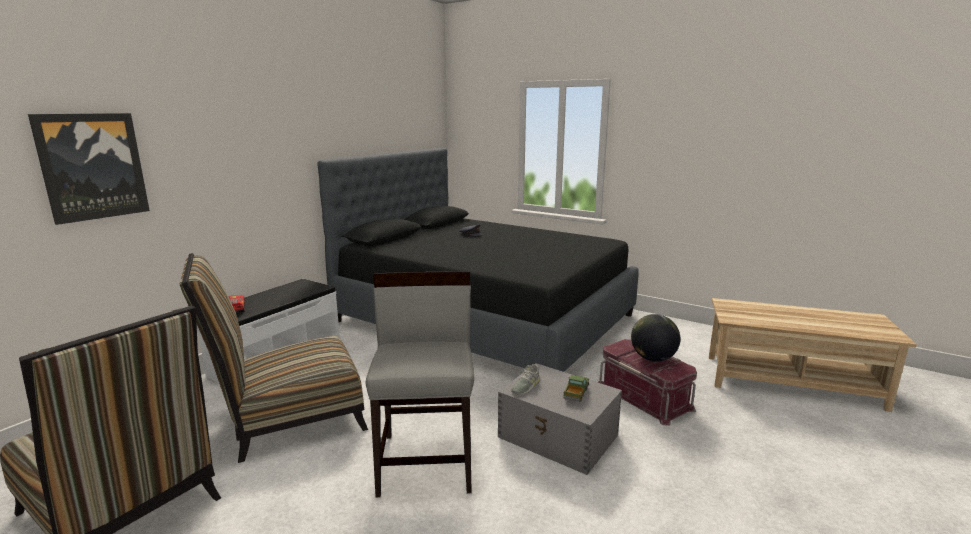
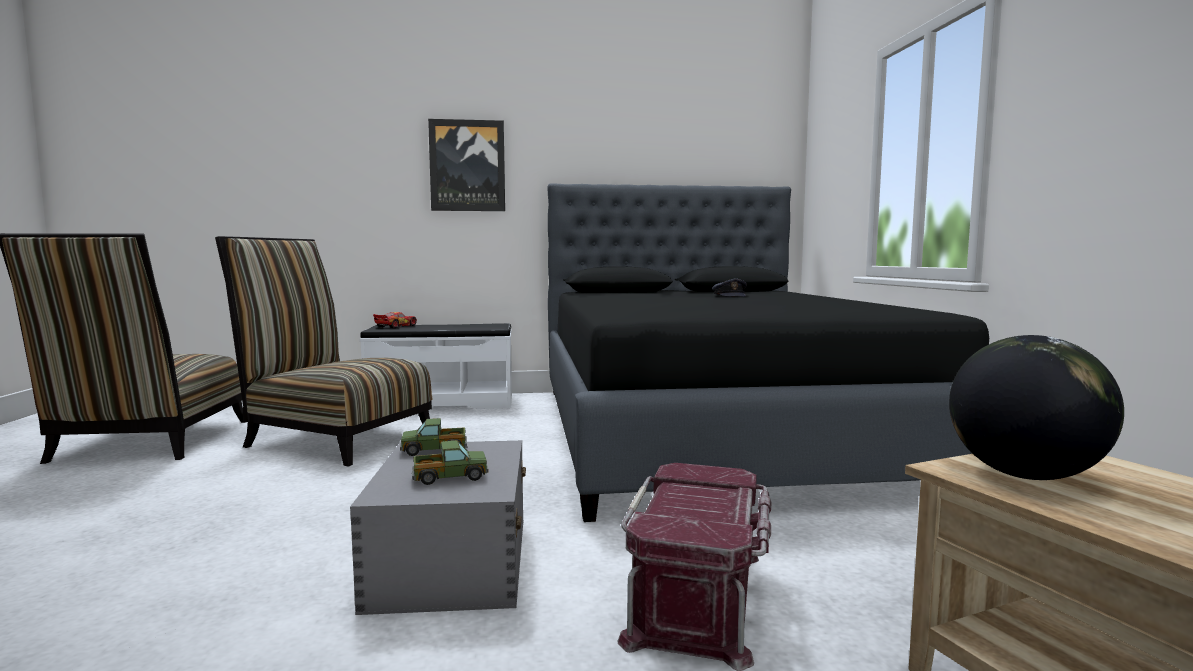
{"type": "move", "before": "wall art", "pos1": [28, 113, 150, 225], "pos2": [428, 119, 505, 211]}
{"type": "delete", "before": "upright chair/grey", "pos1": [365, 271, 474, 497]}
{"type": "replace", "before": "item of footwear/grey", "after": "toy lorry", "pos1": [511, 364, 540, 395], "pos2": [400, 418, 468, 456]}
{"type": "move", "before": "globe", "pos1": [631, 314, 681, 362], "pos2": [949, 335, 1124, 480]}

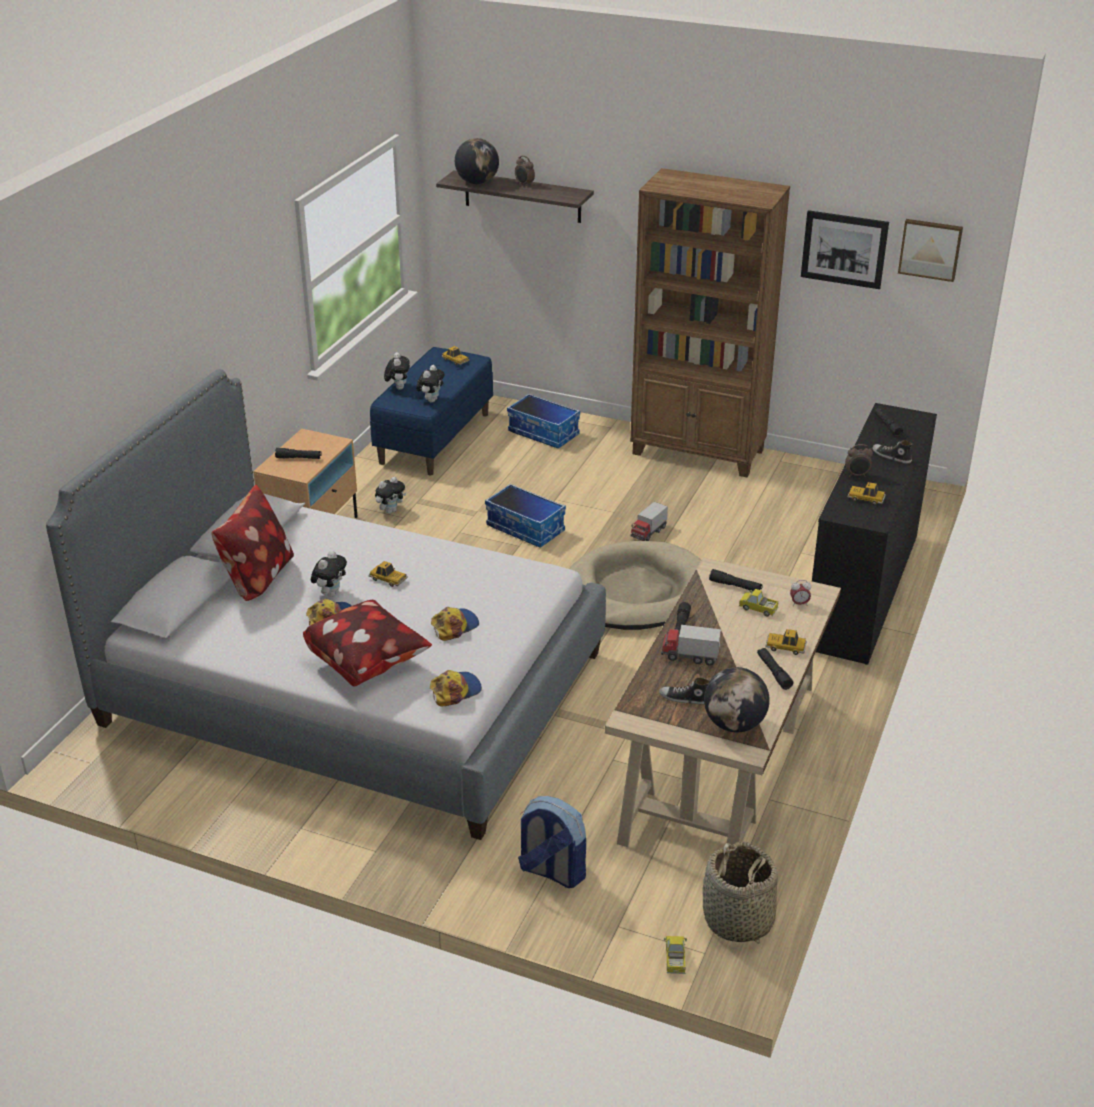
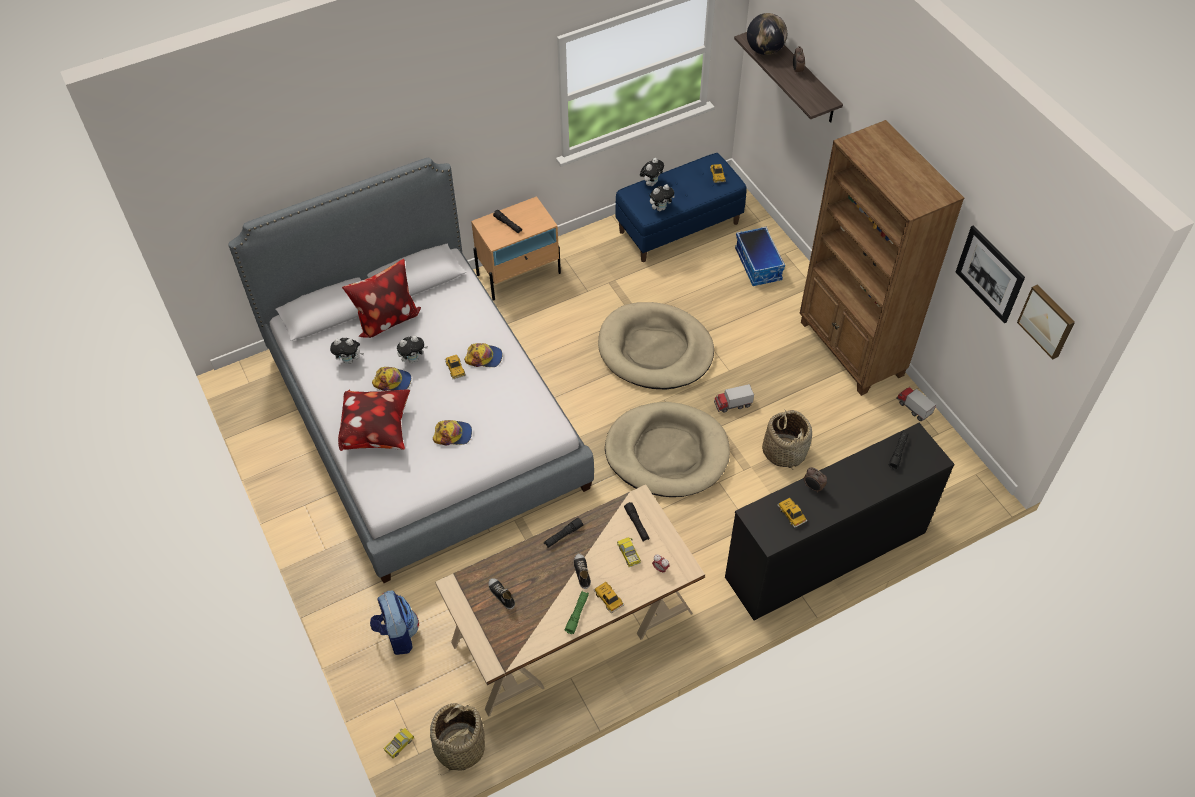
{"type": "move", "before": "cuddly toy", "pos1": [375, 477, 406, 514], "pos2": [330, 338, 364, 364]}
{"type": "move", "before": "baseball cap", "pos1": [430, 670, 482, 707], "pos2": [464, 343, 503, 367]}
{"type": "replace", "before": "storage container", "after": "dog bed/sand-coloured", "pos1": [485, 483, 566, 548], "pos2": [598, 302, 714, 390]}
{"type": "move", "before": "toy lorry", "pos1": [661, 625, 721, 666], "pos2": [896, 387, 936, 421]}
{"type": "delete", "before": "globe", "pos1": [704, 667, 770, 732]}
{"type": "recolor", "before": "torch/black", "after": "torch/greenish", "pos1": [757, 648, 794, 690], "pos2": [565, 591, 589, 634]}
{"type": "move", "before": "item of footwear", "pos1": [872, 440, 912, 464], "pos2": [574, 553, 591, 589]}
{"type": "insert", "after": "basket", "pos2": [762, 410, 812, 470]}

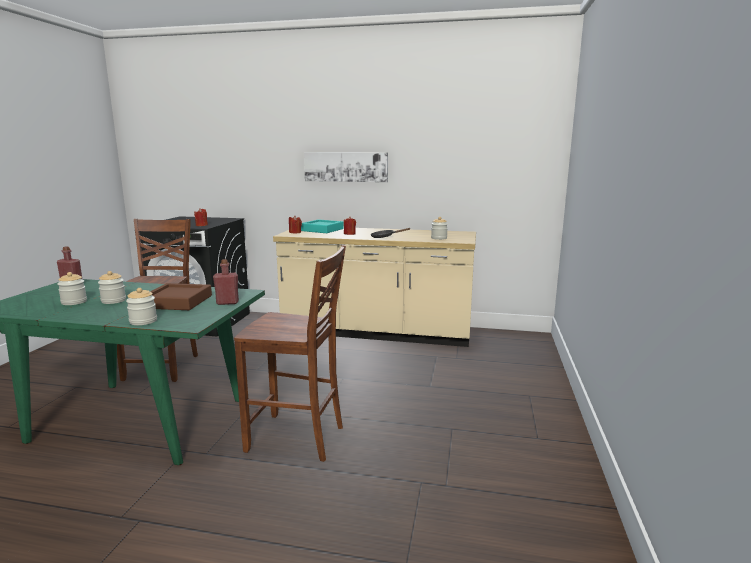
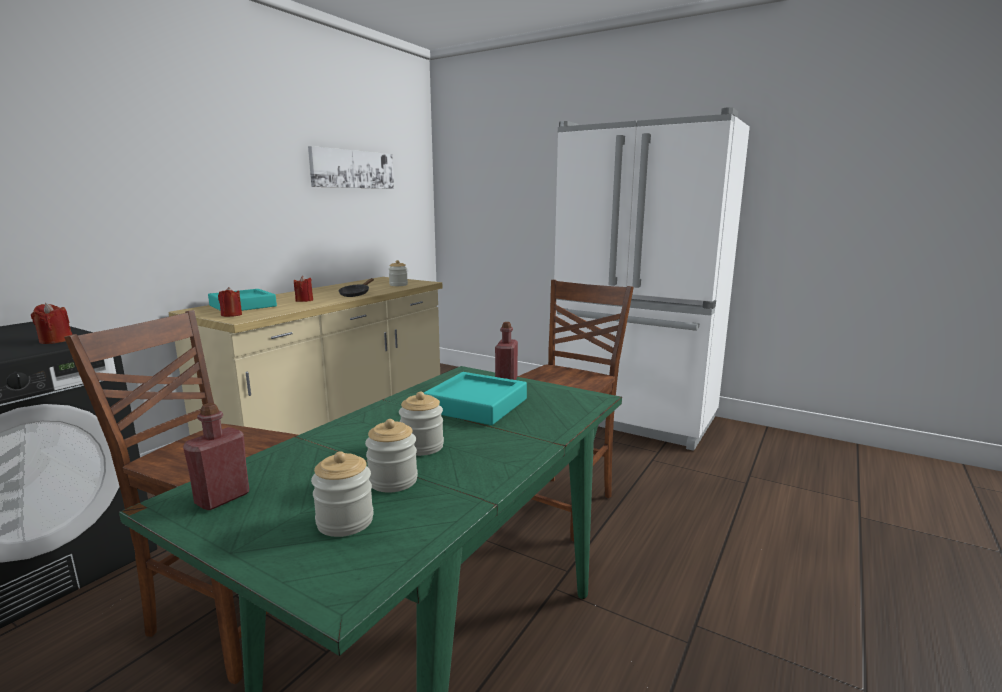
{"type": "move", "before": "storage jar", "pos1": [126, 288, 157, 325], "pos2": [311, 451, 374, 537]}
{"type": "recolor", "before": "tray/brownish", "after": "tray/turquoise", "pos1": [150, 283, 212, 310], "pos2": [424, 372, 527, 425]}
{"type": "move", "before": "wall art", "pos1": [304, 152, 388, 182], "pos2": [308, 146, 394, 189]}
{"type": "insert", "after": "refrigerator/white-coloured", "pos2": [554, 107, 750, 451]}

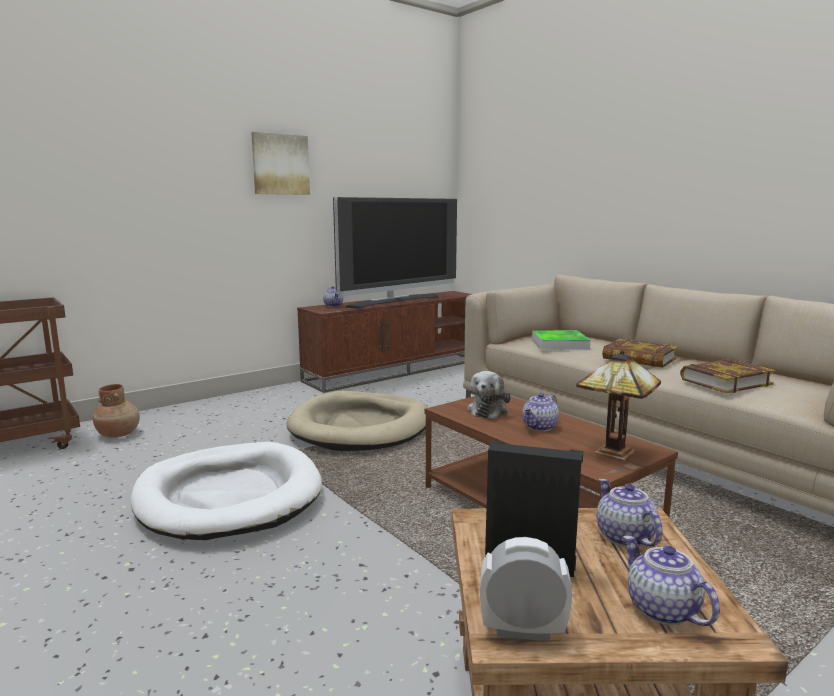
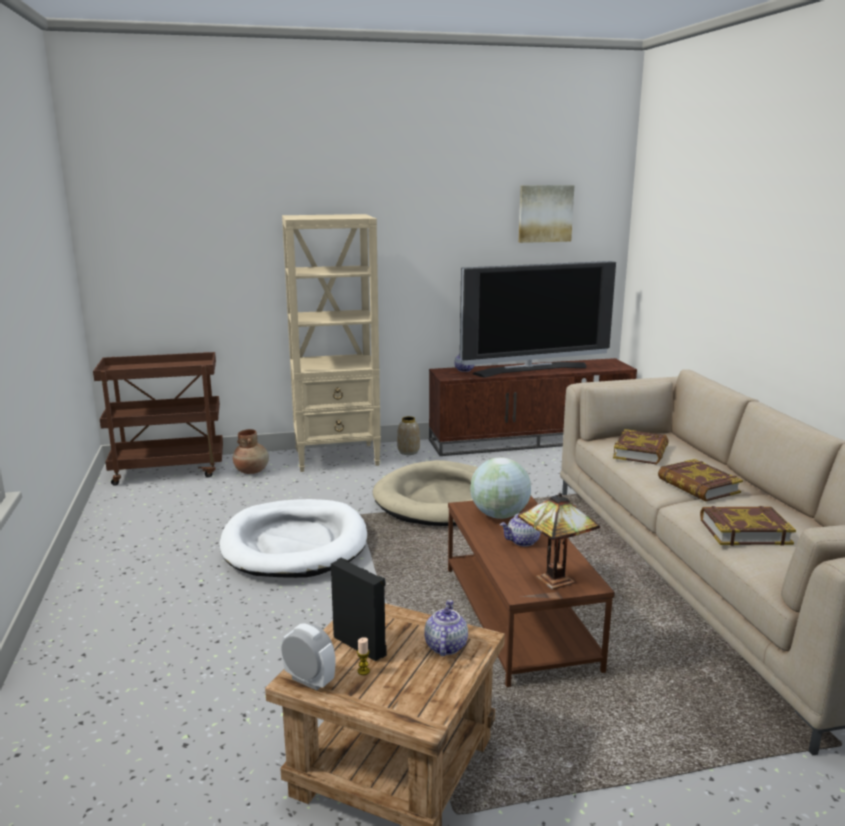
{"type": "move", "before": "wall art", "pos1": [251, 132, 310, 195], "pos2": [518, 185, 574, 243]}
{"type": "replace", "before": "cuddly toy", "after": "globe", "pos1": [468, 371, 511, 419], "pos2": [470, 457, 531, 519]}
{"type": "replace", "before": "tray", "after": "book", "pos1": [532, 330, 591, 350], "pos2": [613, 429, 668, 465]}
{"type": "delete", "before": "pot for tea", "pos1": [623, 536, 720, 626]}
{"type": "insert", "after": "shelving unit/sand-coloured", "pos2": [282, 214, 381, 472]}
{"type": "insert", "after": "wax light", "pos2": [357, 637, 370, 675]}
{"type": "insert", "after": "decorative vase", "pos2": [397, 416, 420, 455]}

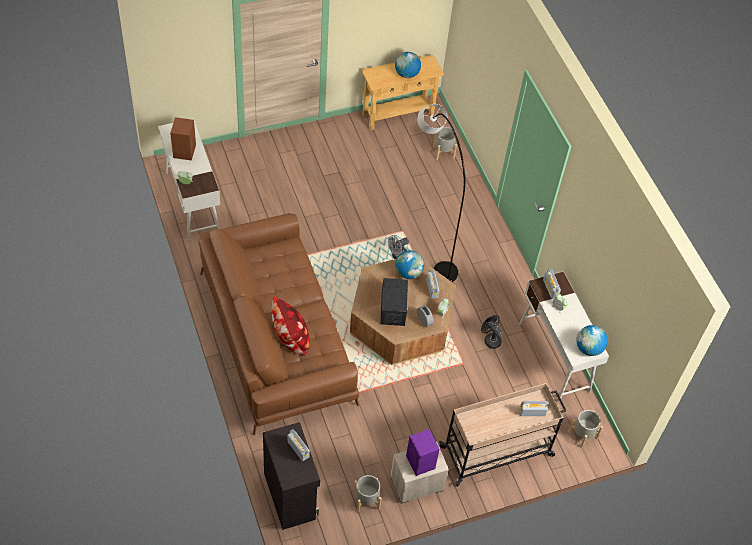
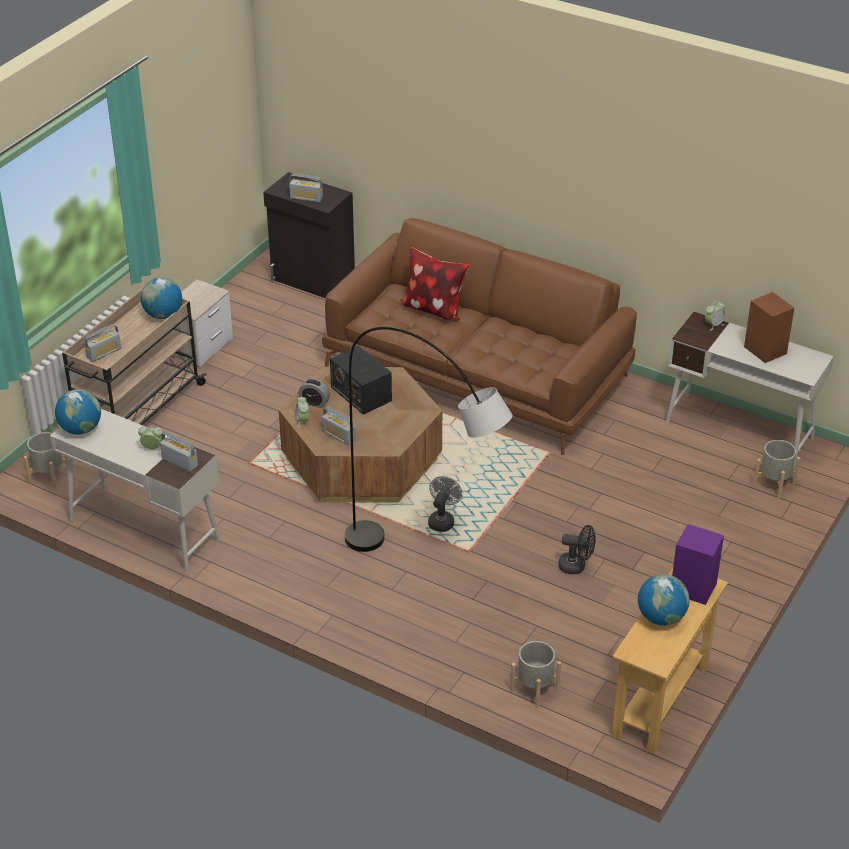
{"type": "move", "before": "flower pot/grey", "pos1": [354, 475, 381, 512], "pos2": [753, 440, 800, 499]}
{"type": "move", "before": "globe", "pos1": [395, 250, 424, 279], "pos2": [141, 278, 182, 319]}
{"type": "move", "before": "loudspeaker/purple", "pos1": [406, 429, 440, 476], "pos2": [672, 524, 724, 605]}
{"type": "move", "before": "cooling fan/black", "pos1": [481, 315, 503, 349], "pos2": [558, 525, 596, 574]}

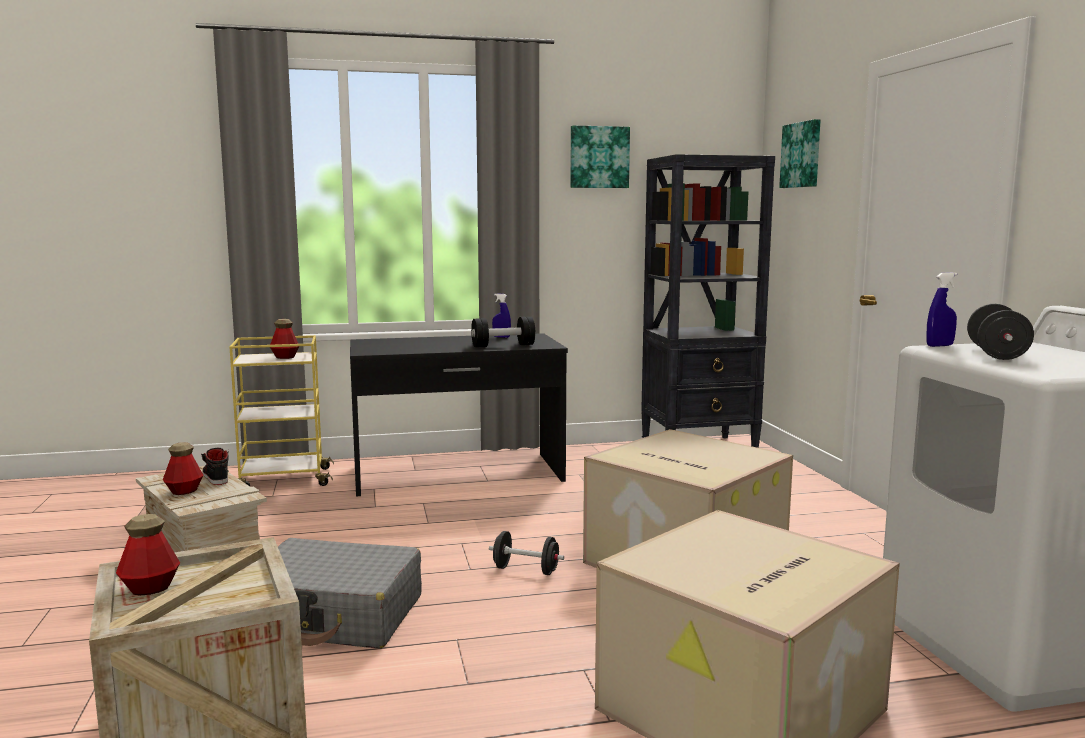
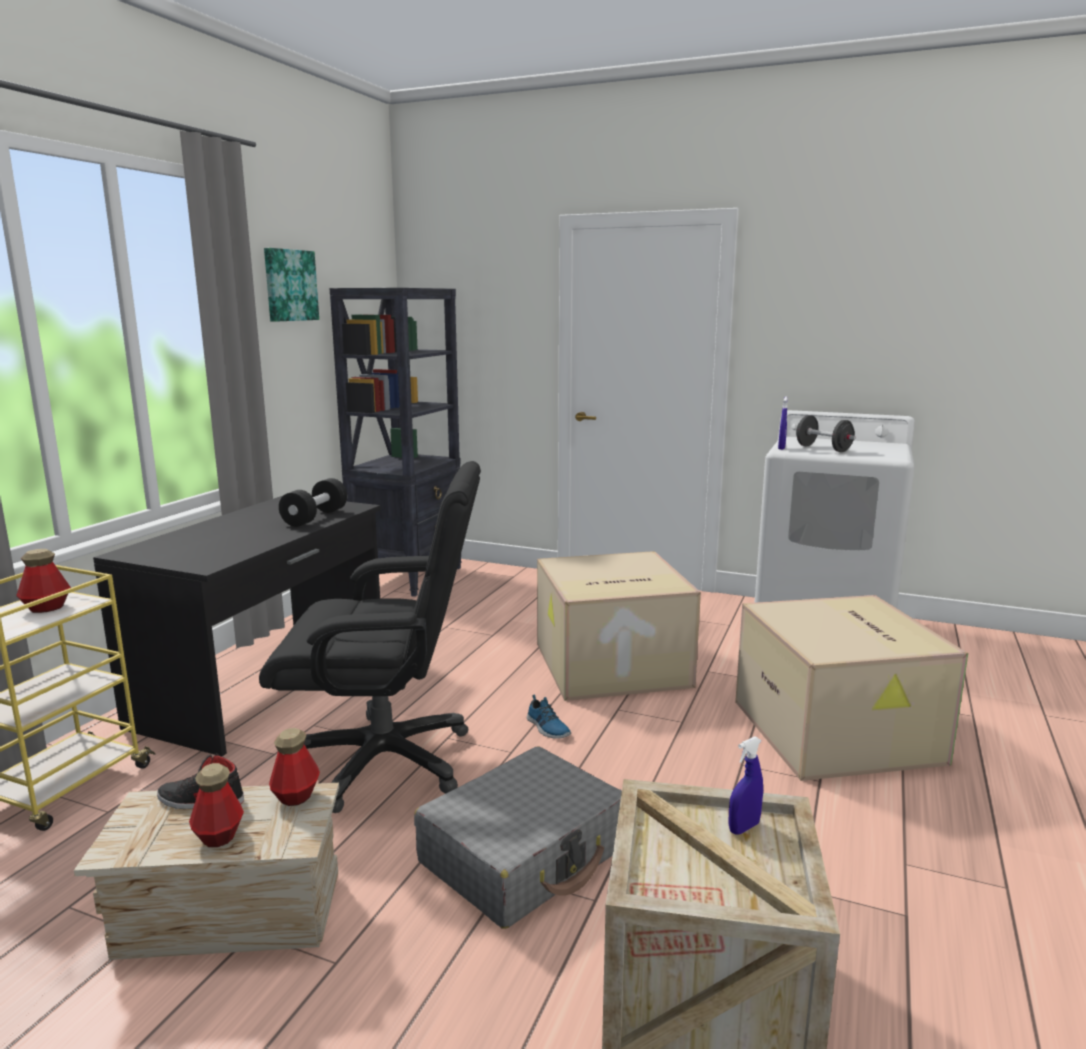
{"type": "move", "before": "beverage bottle", "pos1": [116, 514, 180, 595], "pos2": [269, 728, 320, 806]}
{"type": "replace", "before": "free weight/black", "after": "item of footwear", "pos1": [489, 531, 564, 575], "pos2": [527, 695, 571, 738]}
{"type": "move", "before": "sprayer/bluish", "pos1": [492, 293, 511, 338], "pos2": [728, 736, 763, 835]}
{"type": "delete", "before": "wall art", "pos1": [779, 119, 821, 188]}
{"type": "insert", "after": "office chair/black", "pos2": [259, 461, 481, 813]}

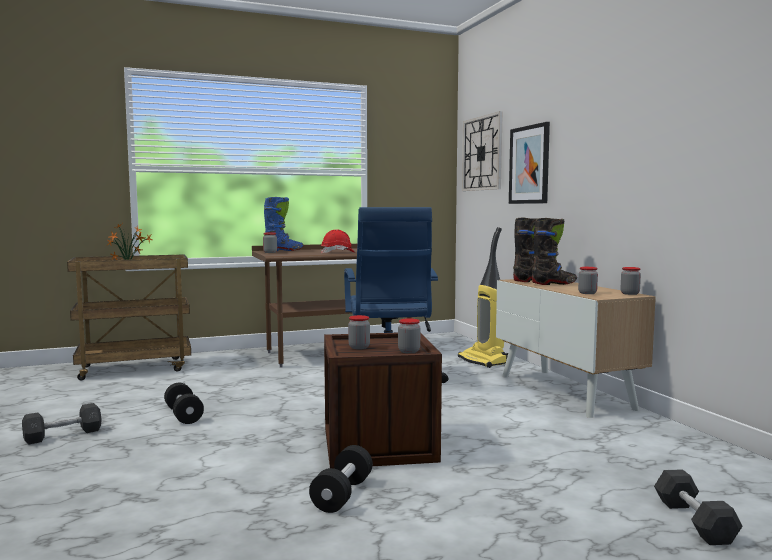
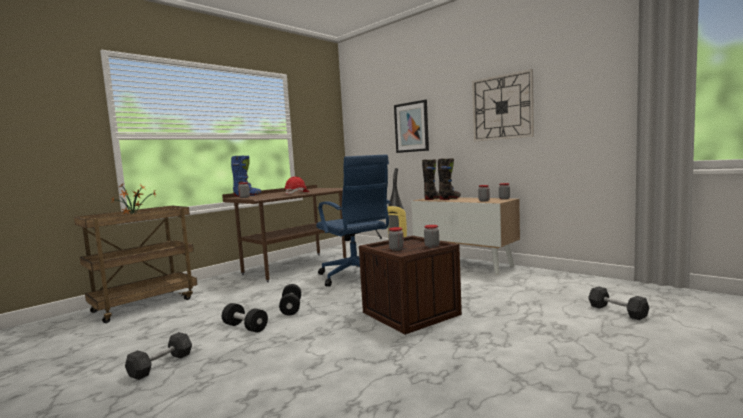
{"type": "move", "before": "free weight/black", "pos1": [309, 445, 373, 513], "pos2": [279, 284, 301, 316]}
{"type": "move", "before": "clock on the wall", "pos1": [462, 111, 503, 191], "pos2": [472, 69, 534, 142]}

